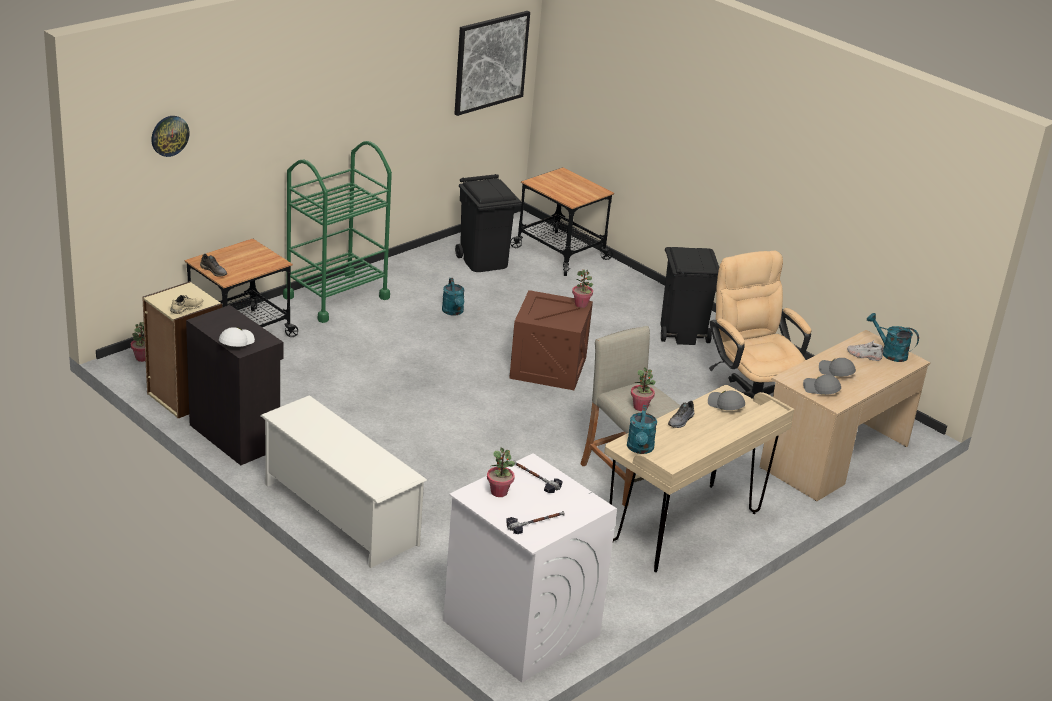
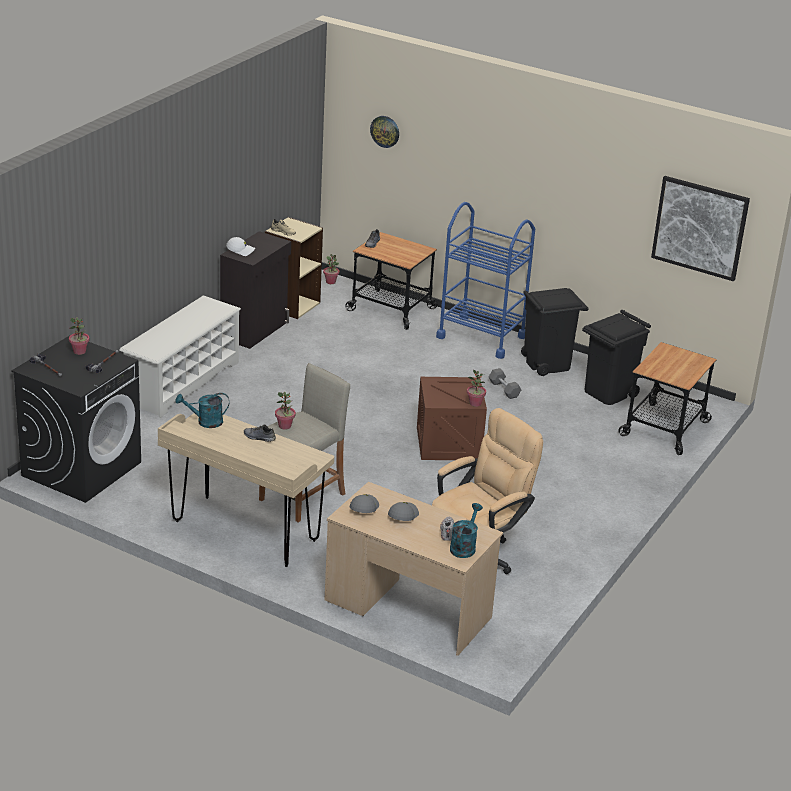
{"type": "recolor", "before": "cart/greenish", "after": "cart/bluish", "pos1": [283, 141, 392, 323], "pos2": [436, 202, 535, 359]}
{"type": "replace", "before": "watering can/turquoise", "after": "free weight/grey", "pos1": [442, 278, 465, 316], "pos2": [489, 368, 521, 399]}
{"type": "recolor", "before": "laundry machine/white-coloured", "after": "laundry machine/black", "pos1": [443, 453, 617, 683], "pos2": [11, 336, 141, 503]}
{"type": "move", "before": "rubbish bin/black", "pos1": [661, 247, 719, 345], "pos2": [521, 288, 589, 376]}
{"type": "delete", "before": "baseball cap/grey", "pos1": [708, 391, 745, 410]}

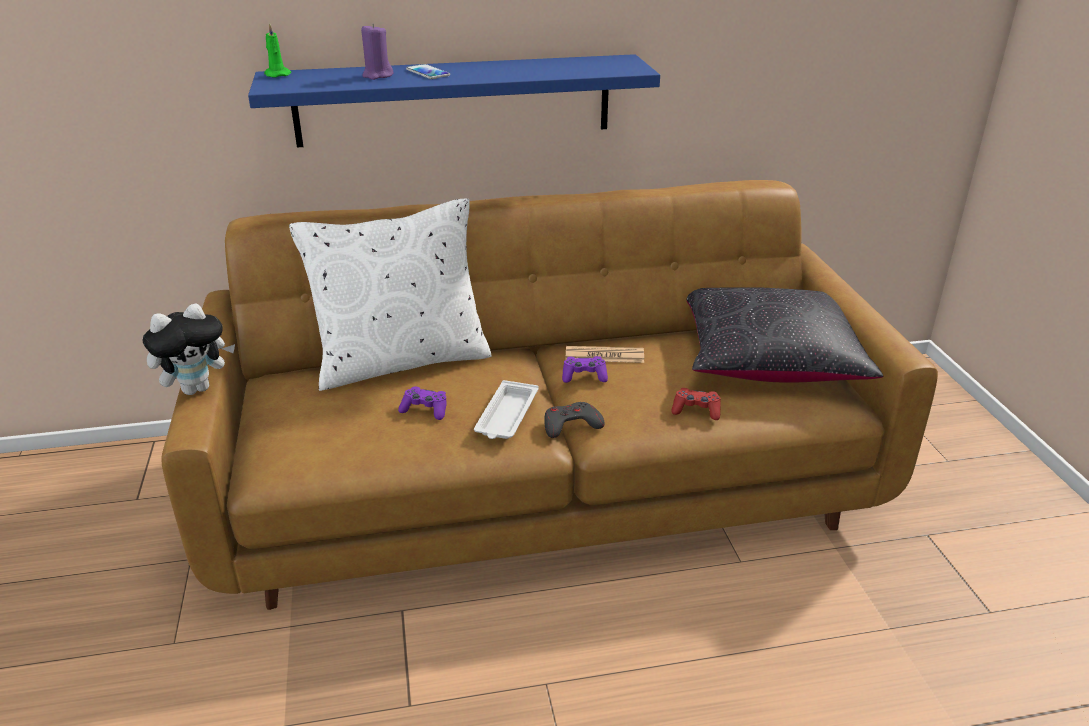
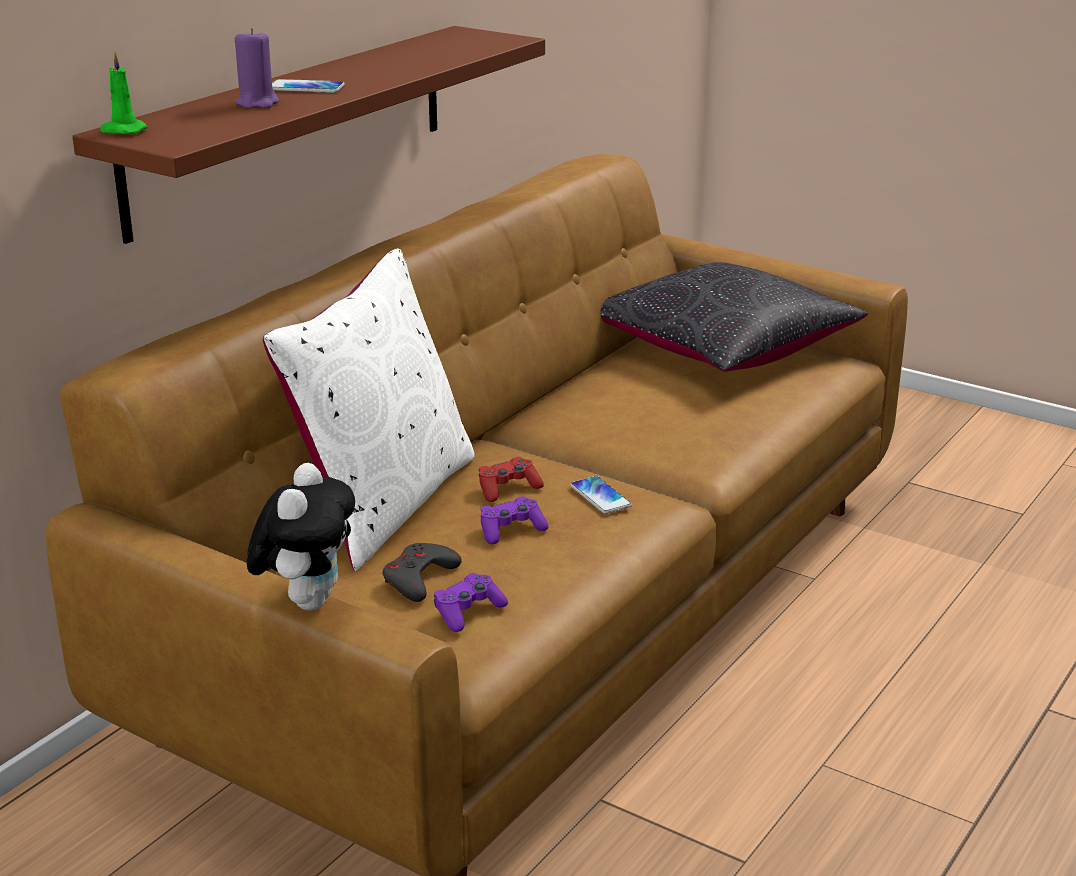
{"type": "recolor", "before": "shelf/bluish", "after": "shelf/brownish", "pos1": [248, 54, 660, 148], "pos2": [72, 26, 545, 244]}
{"type": "replace", "before": "tray/white-coloured", "after": "phone", "pos1": [474, 380, 539, 439], "pos2": [570, 476, 632, 514]}
{"type": "move", "before": "gamepad/grey", "pos1": [544, 402, 605, 438], "pos2": [382, 543, 462, 602]}
{"type": "move", "before": "gamepad/purple", "pos1": [562, 356, 608, 383], "pos2": [434, 573, 508, 632]}
{"type": "delete", "before": "newspaper", "pos1": [566, 346, 644, 363]}
{"type": "move", "before": "gamepad/red-coloured", "pos1": [672, 388, 721, 420], "pos2": [479, 457, 544, 502]}

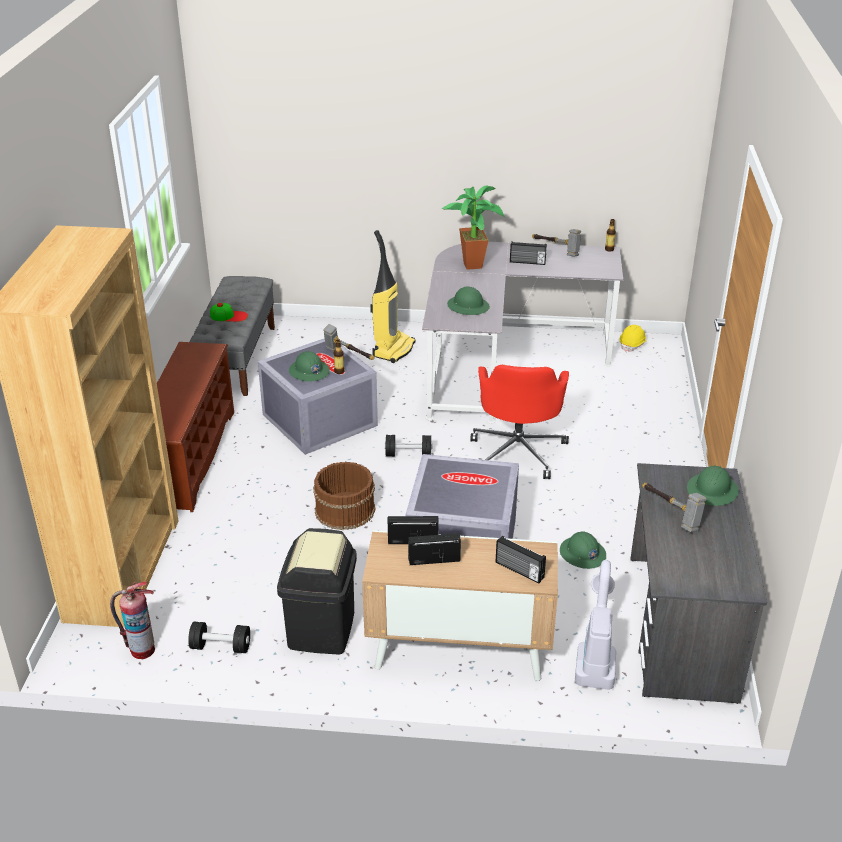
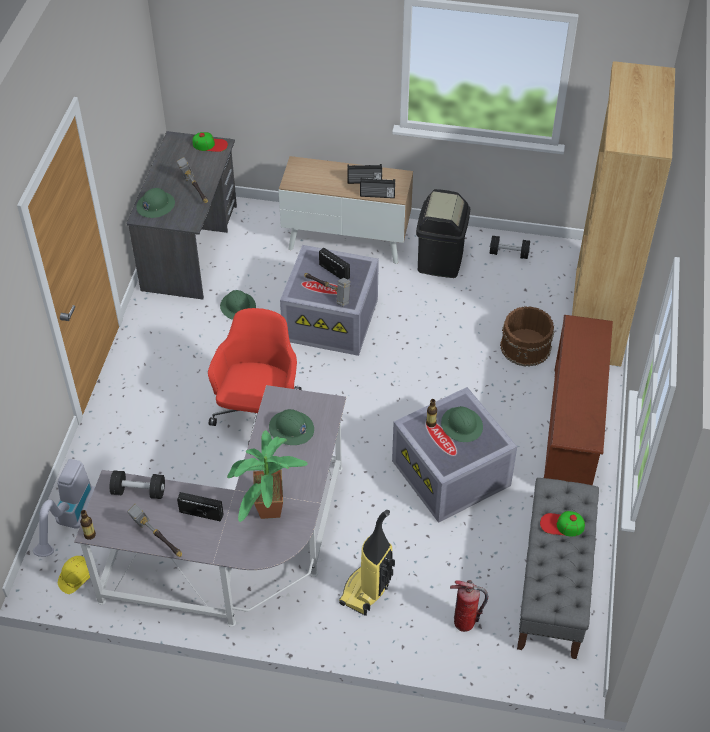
{"type": "move", "before": "fire extinguisher", "pos1": [110, 582, 155, 660], "pos2": [450, 580, 488, 632]}
{"type": "move", "before": "pail/brownish", "pos1": [313, 462, 376, 530], "pos2": [500, 306, 555, 367]}
{"type": "move", "before": "hammer", "pos1": [323, 324, 375, 360], "pos2": [304, 273, 350, 306]}
{"type": "move", "before": "free weight/black", "pos1": [385, 435, 432, 457], "pos2": [110, 470, 165, 499]}
{"type": "move", "before": "radio", "pos1": [496, 536, 546, 584], "pos2": [319, 248, 350, 280]}
{"type": "move", "before": "vacuum cleaner", "pos1": [574, 560, 616, 690], "pos2": [33, 459, 95, 557]}
{"type": "insert", "after": "baseball cap", "pos2": [193, 132, 228, 152]}

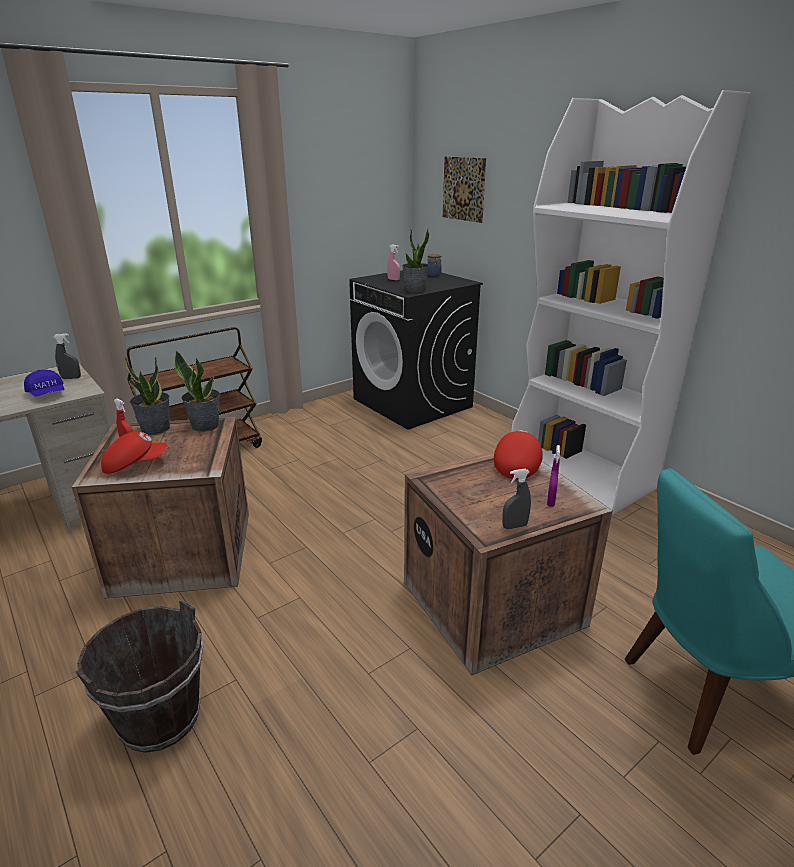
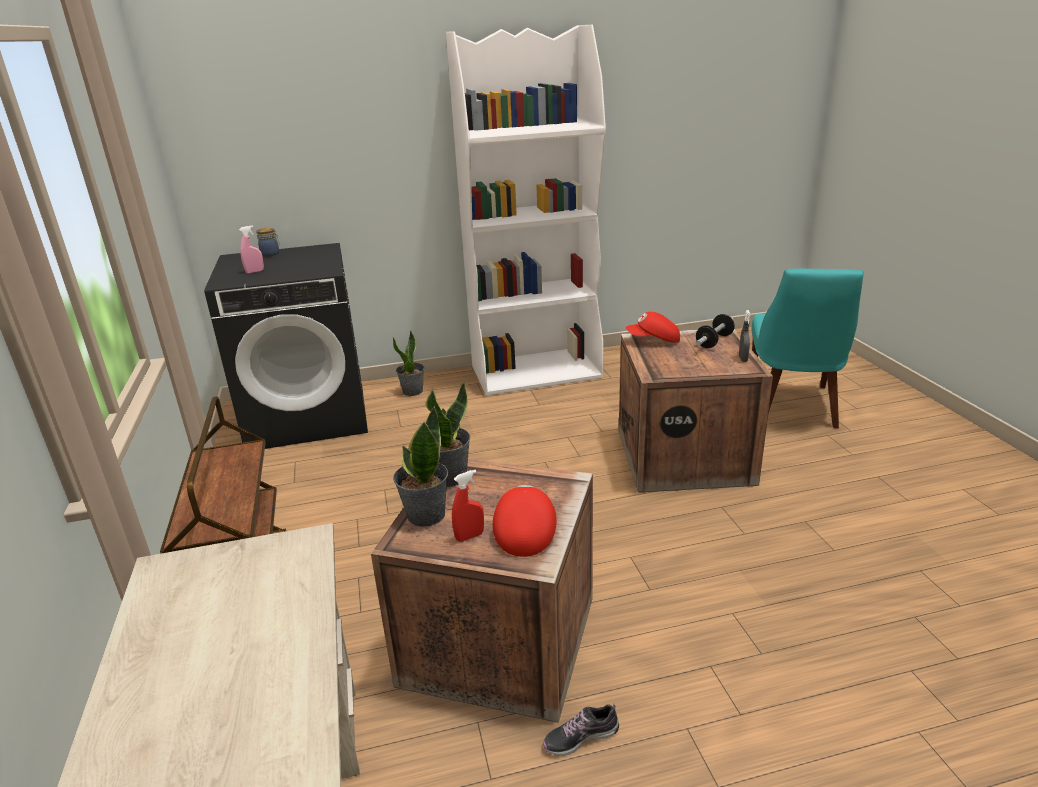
{"type": "delete", "before": "baseball cap/bluish", "pos1": [24, 370, 64, 397]}
{"type": "delete", "before": "sprayer/grey", "pos1": [53, 333, 81, 379]}
{"type": "delete", "before": "pail/brownish", "pos1": [76, 599, 203, 753]}
{"type": "move", "before": "plant in a pot", "pos1": [402, 228, 429, 293], "pos2": [393, 330, 425, 396]}
{"type": "delete", "before": "wall art", "pos1": [443, 157, 486, 223]}
{"type": "rotate", "before": "baseball cap/red-coloured", "pos1": [494, 430, 543, 479], "pos2": [626, 312, 680, 342], "turn": -45}
{"type": "replace", "before": "sprayer/purple", "after": "free weight", "pos1": [547, 445, 560, 507], "pos2": [696, 314, 735, 348]}
{"type": "insert", "after": "item of footwear", "pos2": [543, 703, 619, 756]}

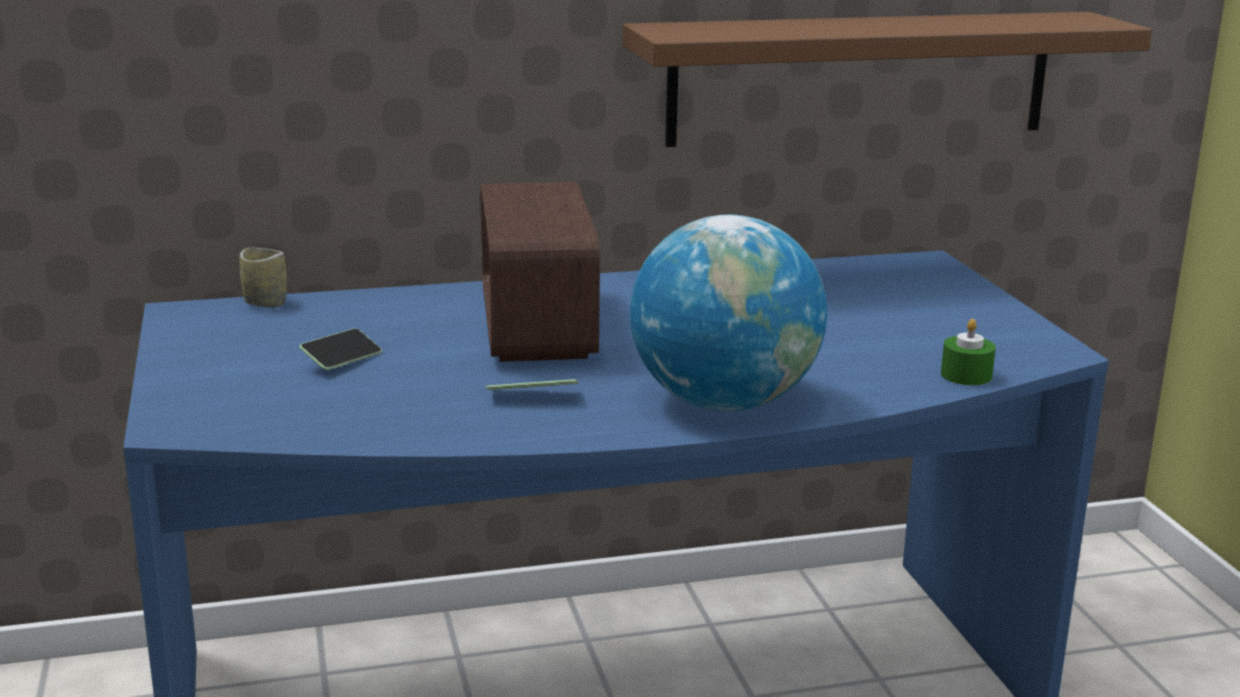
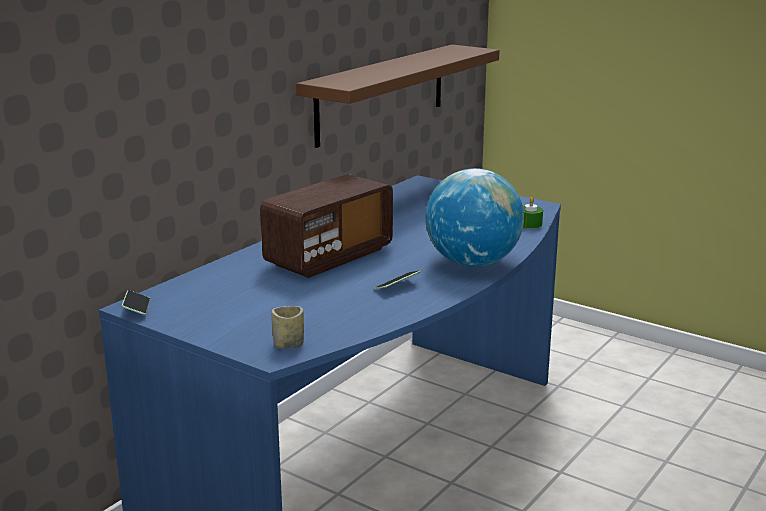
{"type": "move", "before": "drinking cup", "pos1": [239, 248, 287, 308], "pos2": [271, 306, 304, 349]}
{"type": "move", "before": "phone", "pos1": [299, 328, 382, 370], "pos2": [122, 290, 150, 315]}
{"type": "rotate", "before": "radio", "pos1": [480, 182, 600, 362], "pos2": [260, 174, 393, 278], "turn": -90}

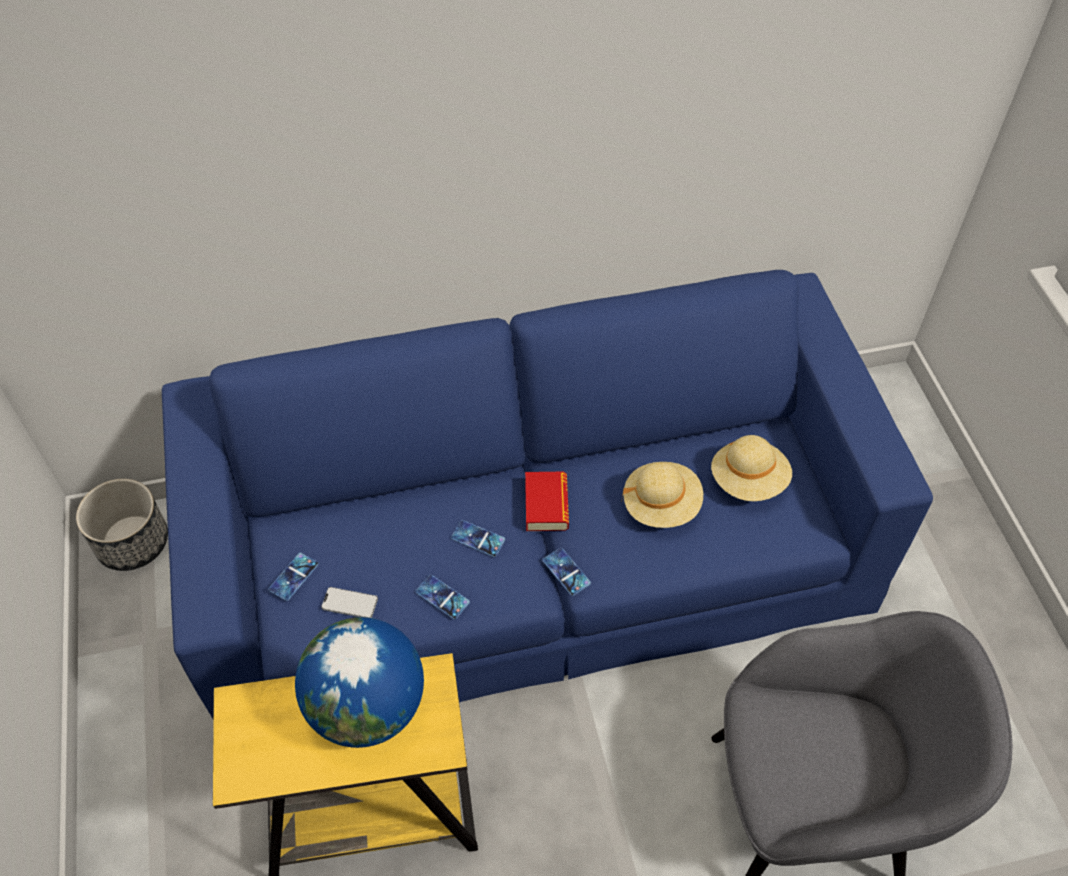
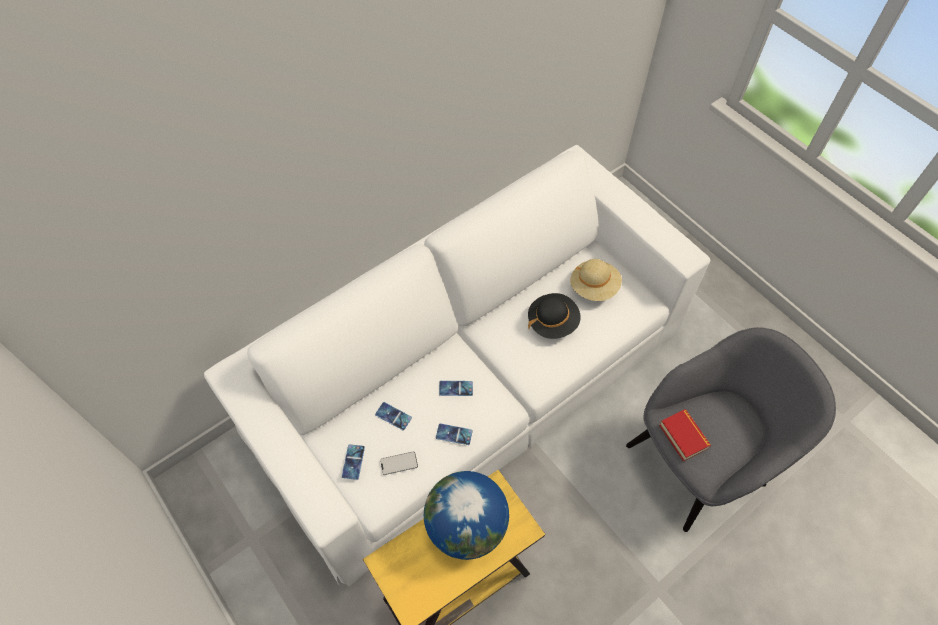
{"type": "delete", "before": "flower pot", "pos1": [76, 479, 168, 571]}
{"type": "recolor", "before": "couch/bluish", "after": "couch/white-coloured", "pos1": [162, 270, 933, 720], "pos2": [204, 145, 710, 586]}
{"type": "move", "before": "book", "pos1": [525, 472, 569, 531], "pos2": [659, 409, 711, 462]}
{"type": "move", "before": "phone", "pos1": [543, 548, 591, 596], "pos2": [375, 402, 412, 430]}
{"type": "recolor", "before": "clothing hat/sand-coloured", "after": "clothing hat/black", "pos1": [622, 462, 703, 528], "pos2": [528, 293, 581, 339]}

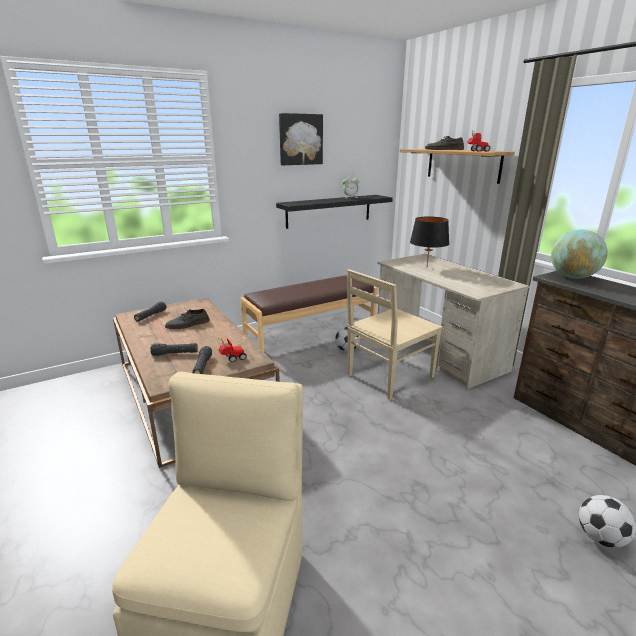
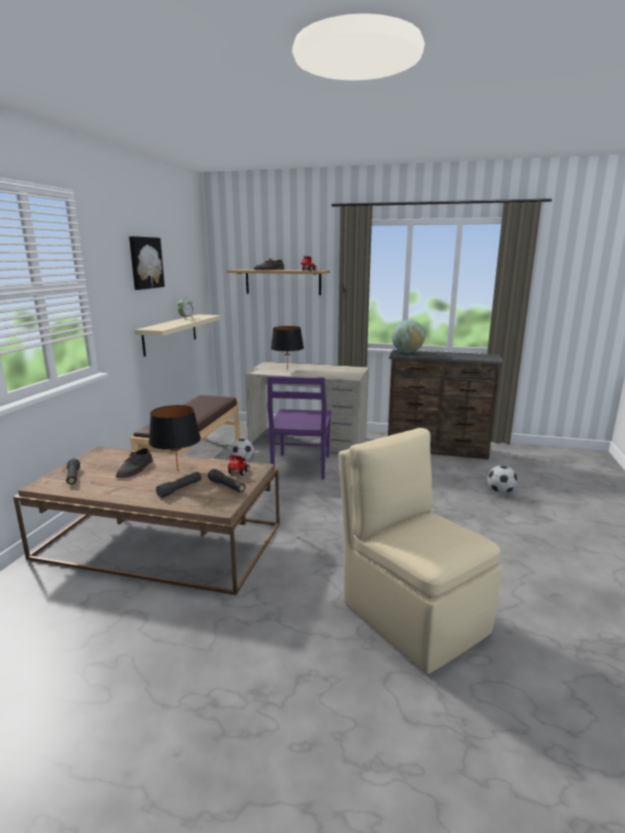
{"type": "recolor", "before": "shelf/black", "after": "shelf/sand-coloured", "pos1": [276, 195, 393, 229], "pos2": [135, 315, 221, 357]}
{"type": "recolor", "before": "upright chair/sand-coloured", "after": "upright chair/purple", "pos1": [347, 269, 443, 400], "pos2": [268, 376, 331, 480]}
{"type": "insert", "after": "lamp for a table/black", "pos2": [149, 405, 201, 471]}

